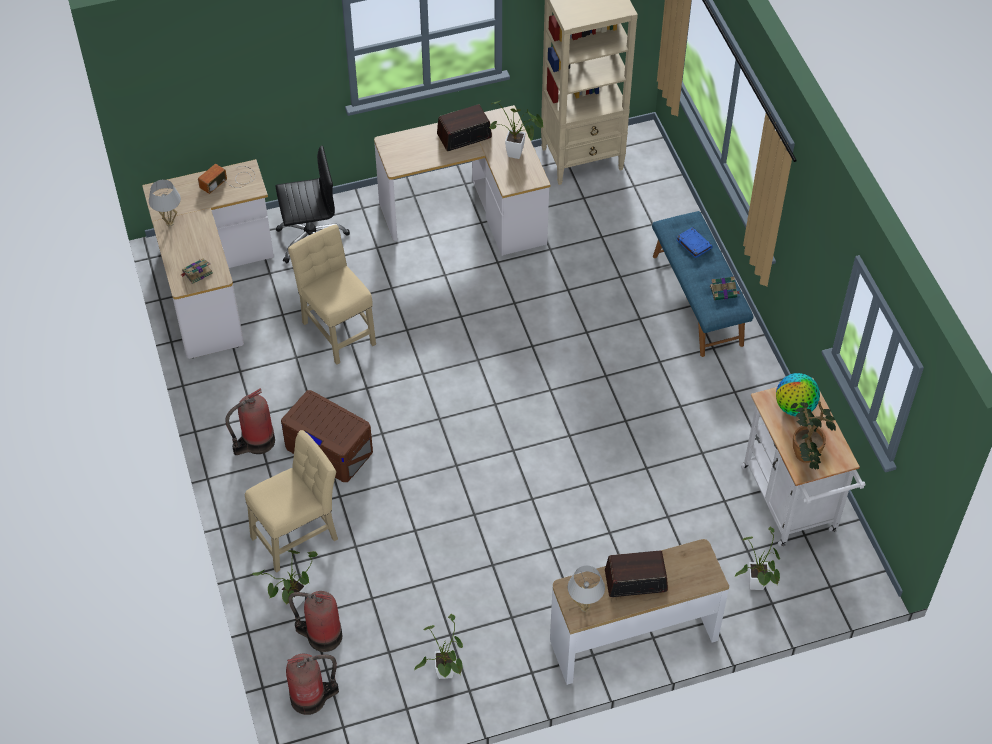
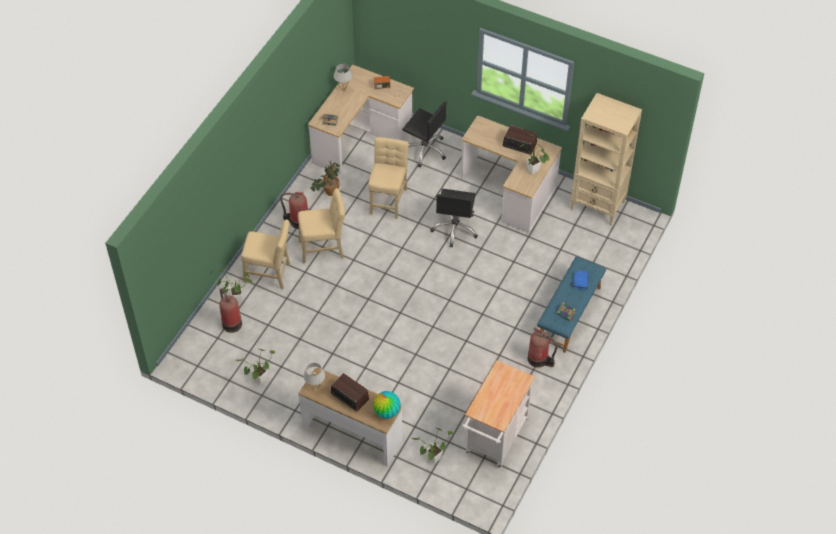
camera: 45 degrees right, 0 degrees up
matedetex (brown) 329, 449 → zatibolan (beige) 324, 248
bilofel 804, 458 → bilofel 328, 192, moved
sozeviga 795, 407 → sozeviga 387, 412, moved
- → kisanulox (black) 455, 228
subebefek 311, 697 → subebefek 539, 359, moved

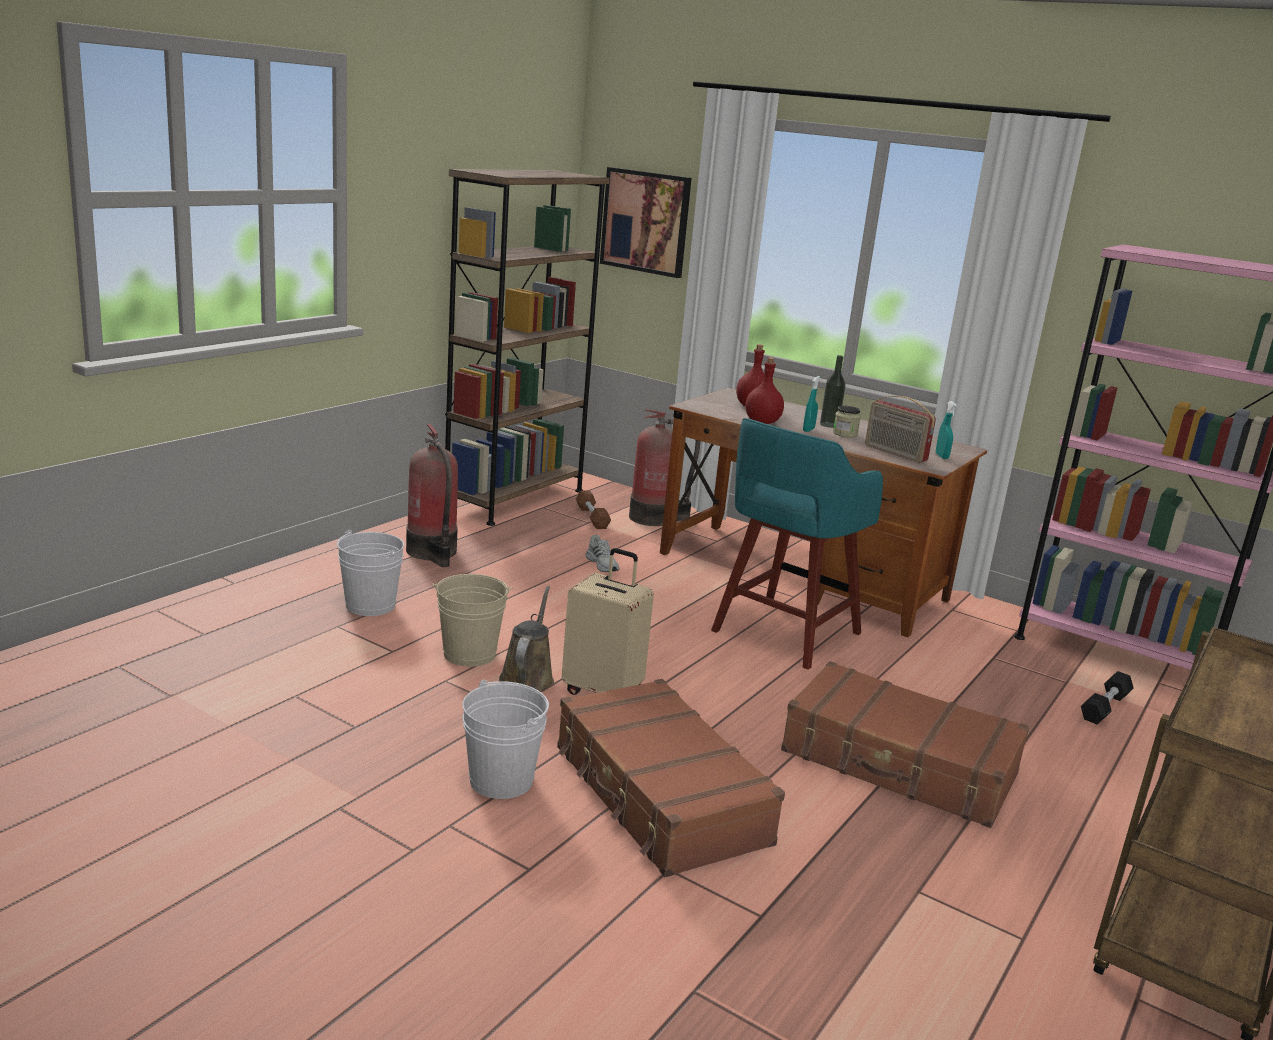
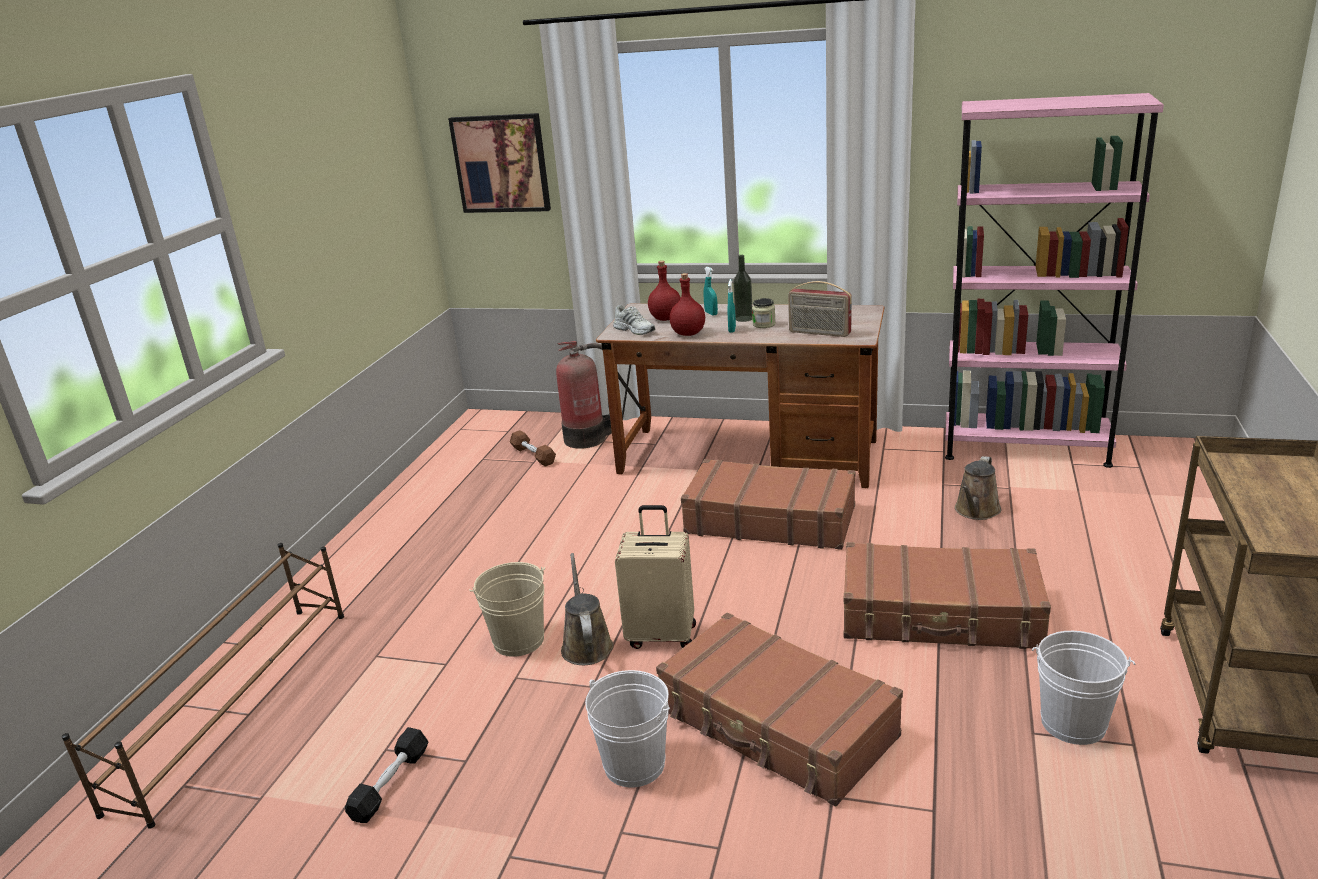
camera: 15 degrees left, 5 degrees up
- → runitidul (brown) 237, 703
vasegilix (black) 1104, 707 → vasegilix (black) 390, 784, moved
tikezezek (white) 603, 564 → tikezezek (white) 635, 329, moved
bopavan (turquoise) 783, 633 → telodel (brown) 770, 519
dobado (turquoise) 941, 456 → dobado (turquoise) 711, 313, moved
- → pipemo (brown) 976, 511
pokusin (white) 370, 605 → pokusin (white) 1073, 723, moved
subebefek 433, 552 → -
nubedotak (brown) 514, 499 → -

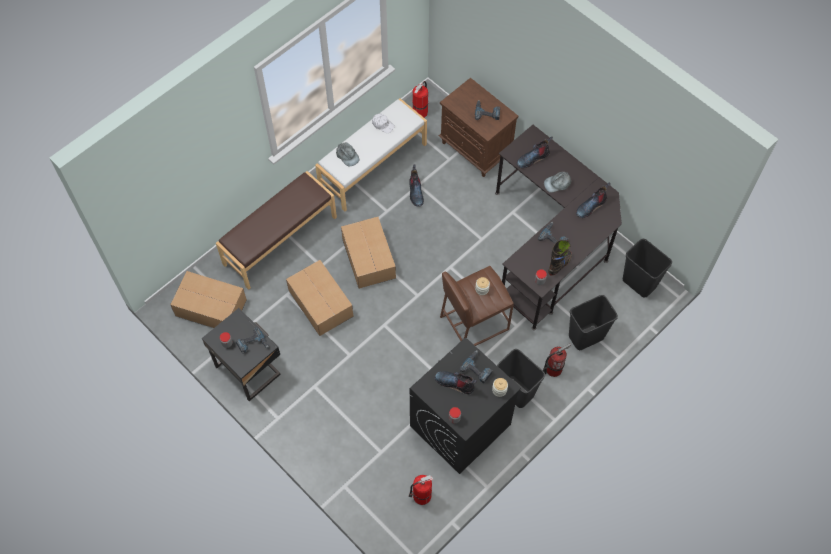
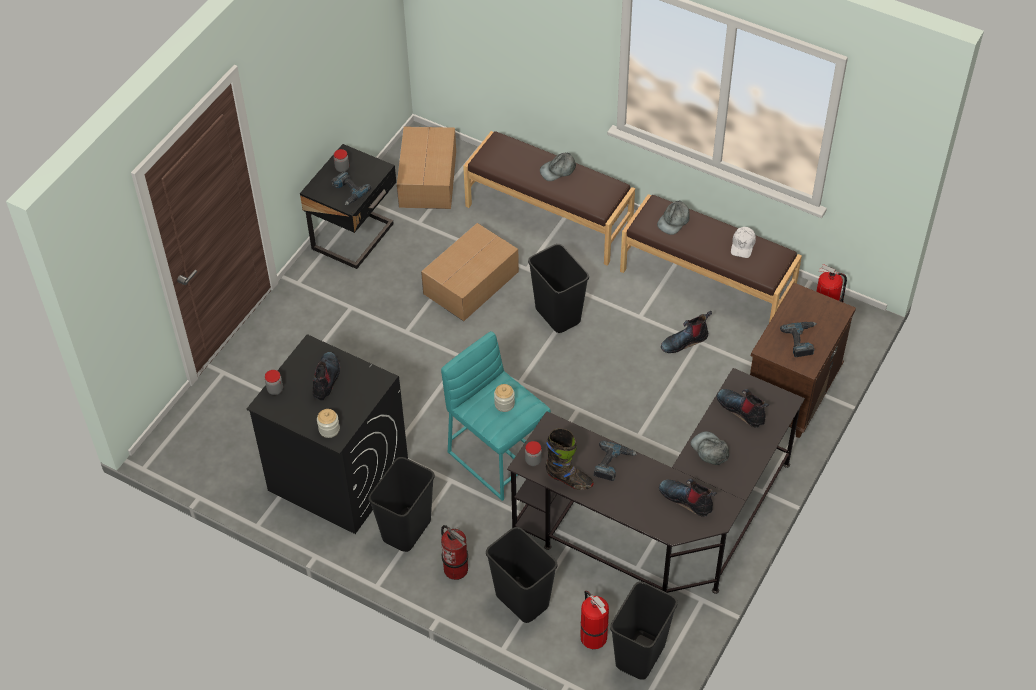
camera: 75 degrees right, 10 degrees down
bopavan (brown) 473, 322 → bopavan (turquoise) 498, 456
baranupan 369, 257 → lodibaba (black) 558, 315
- → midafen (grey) 558, 170
subebefek 421, 496 → subebefek 592, 636, moved
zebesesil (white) 372, 165 → zebesesil (brown) 707, 283
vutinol 478, 368 → -

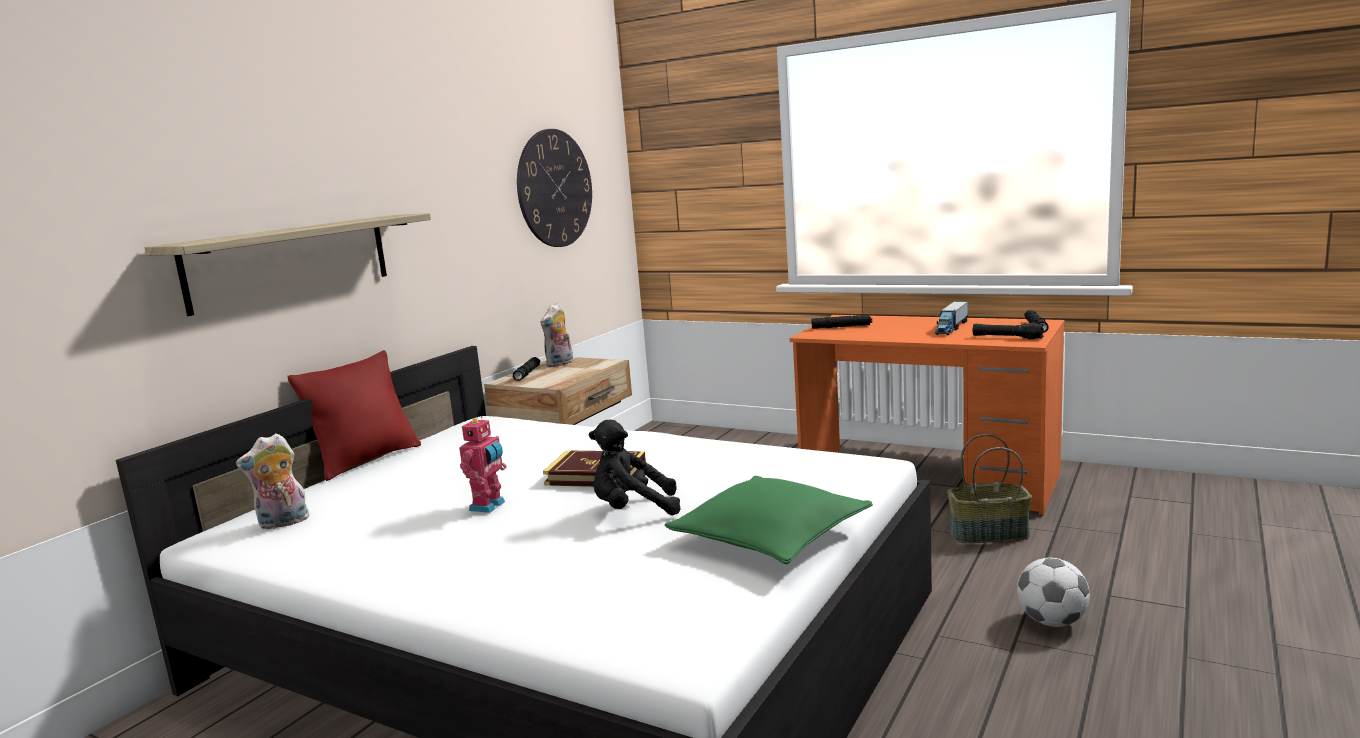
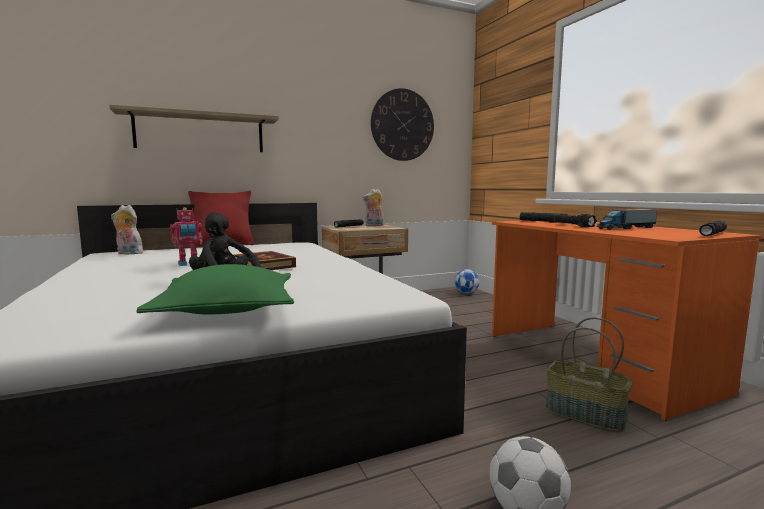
camera: 35 degrees right, 5 degrees down
- → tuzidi 466, 293
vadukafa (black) 1007, 337 → vadukafa (black) 569, 225, moved

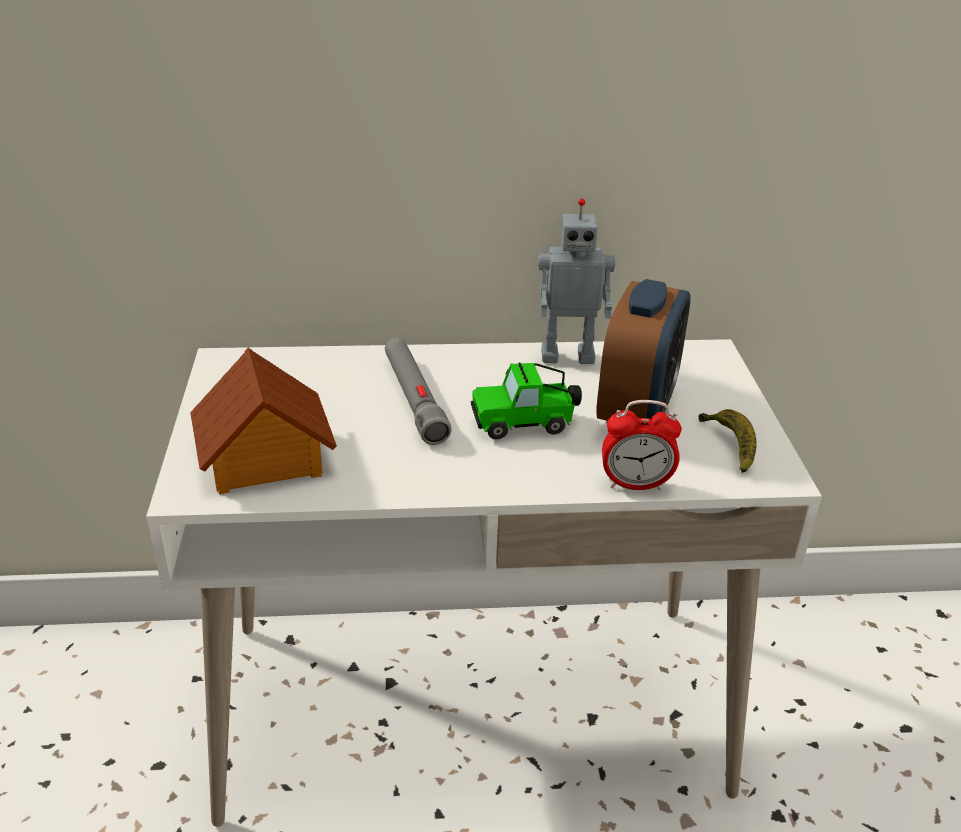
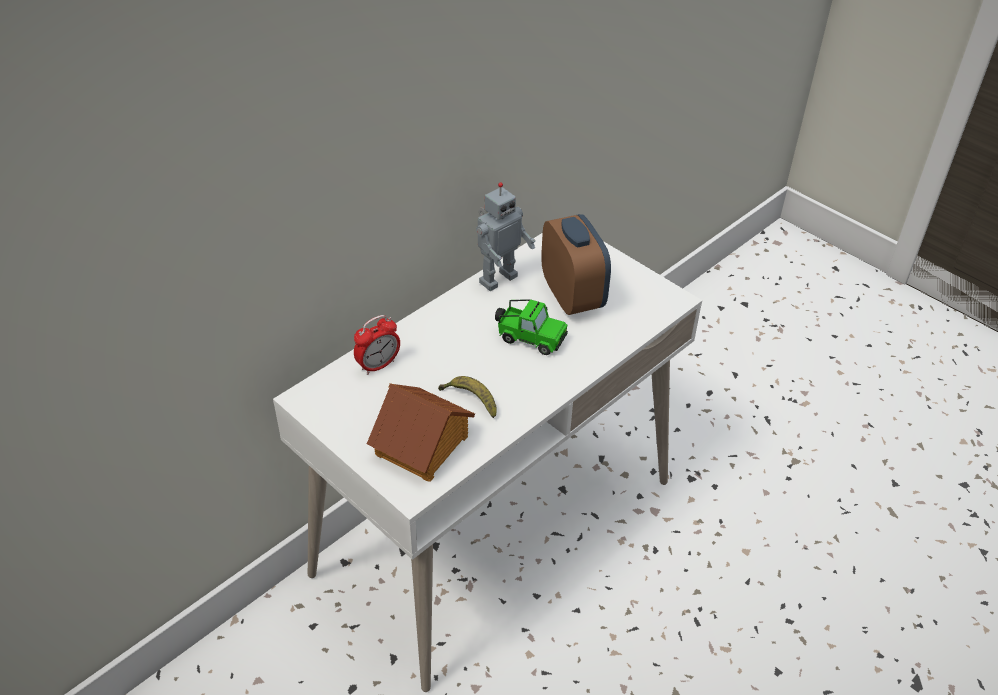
camera: 40 degrees left, 10 degrees up
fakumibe 635, 484 → fakumibe 378, 365, moved
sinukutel 729, 446 → sinukutel 470, 400, moved
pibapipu 526, 423 → pibapipu 529, 338, 105 degrees counterclockwise
vadukafa (grey) 414, 398 → -

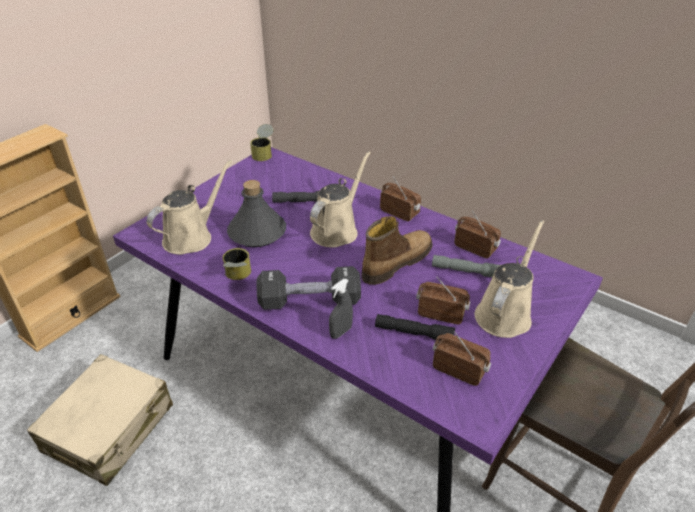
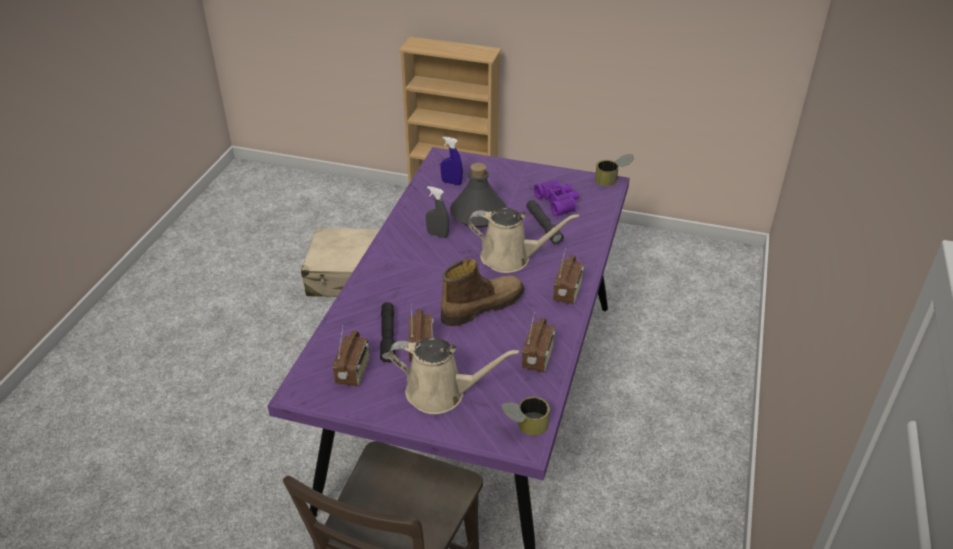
camera: 70 degrees right, 0 degrees up
dobado (grey) 341, 332 → dobado (grey) 437, 235, moved
pipemo (beige) 191, 237 → dobado (blue) 451, 183
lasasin 396, 262 → lasasin 481, 306, 60 degrees counterclockwise
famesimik 238, 277 → famesimik 524, 427, moved
- → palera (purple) 558, 202
vasegilix (black) 309, 301 → -
vadukafa (grey) 466, 271 → -

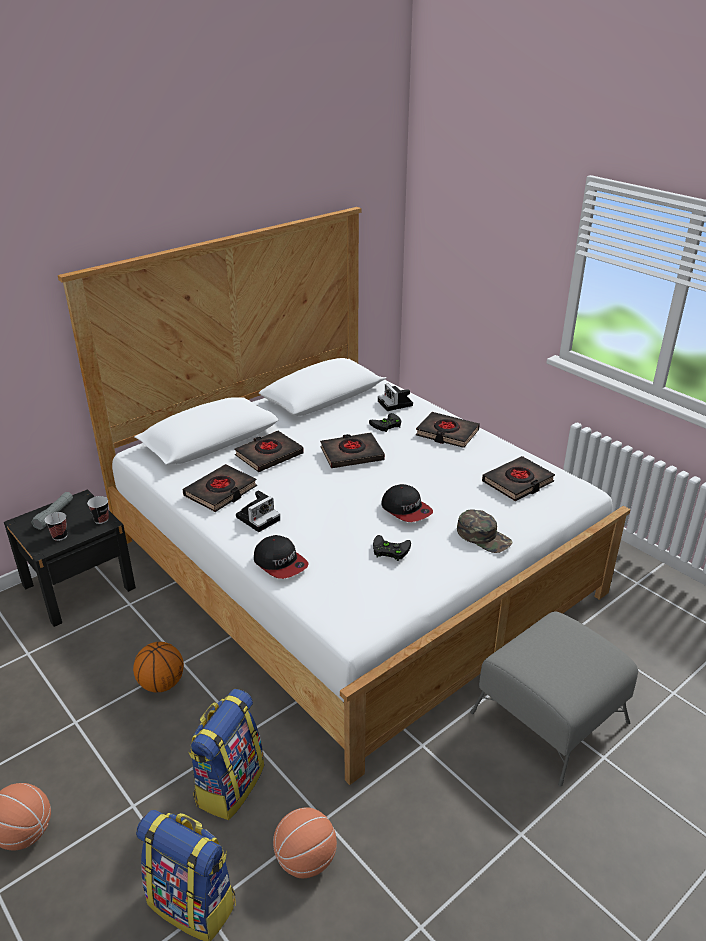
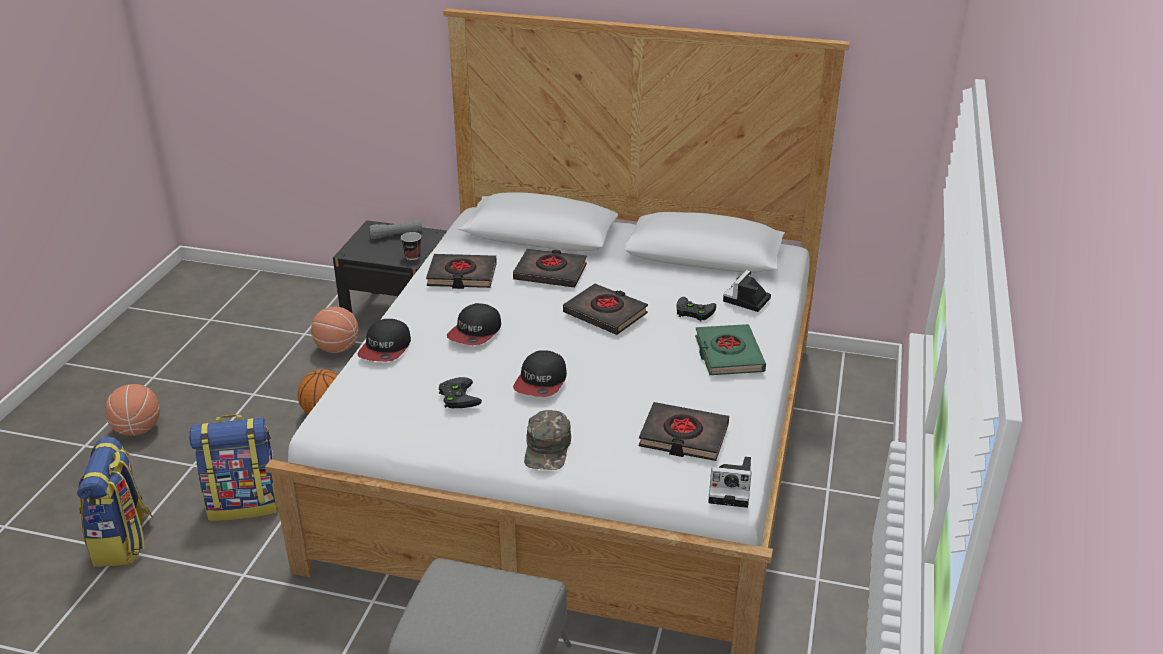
camera: 55 degrees right, 0 degrees up
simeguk 305, 860 → simeguk 337, 348, moved
- → midafen 475, 332
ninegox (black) 447, 433 → ninegox (green) 728, 355
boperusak 259, 517 → boperusak 731, 489, moved
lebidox 60, 536 → -

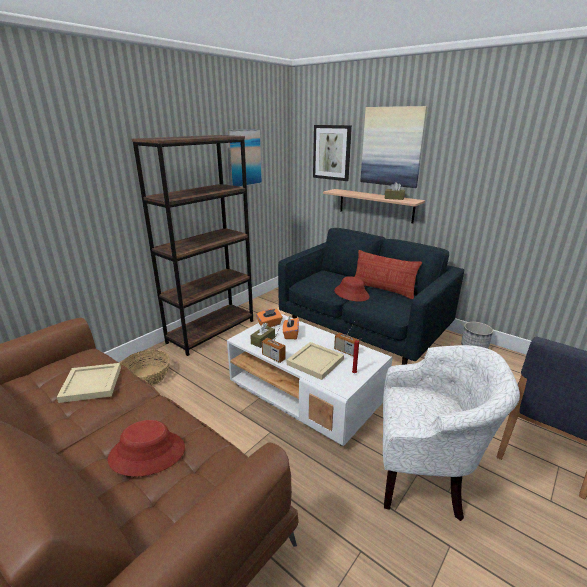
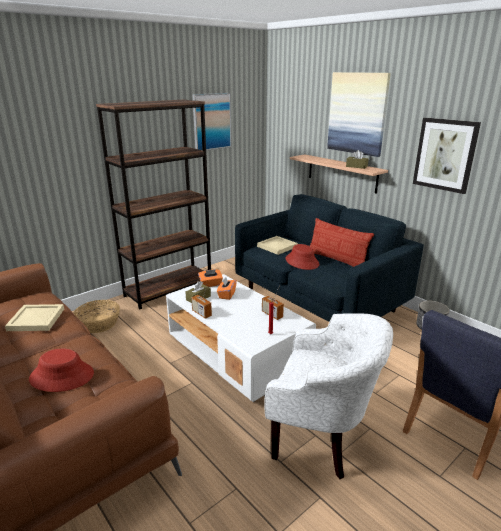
camera: 10 degrees right, 0 degrees up
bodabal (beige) 314, 362 → bodabal (beige) 276, 246, moved
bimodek 332, 152 → bimodek 445, 155, moved

